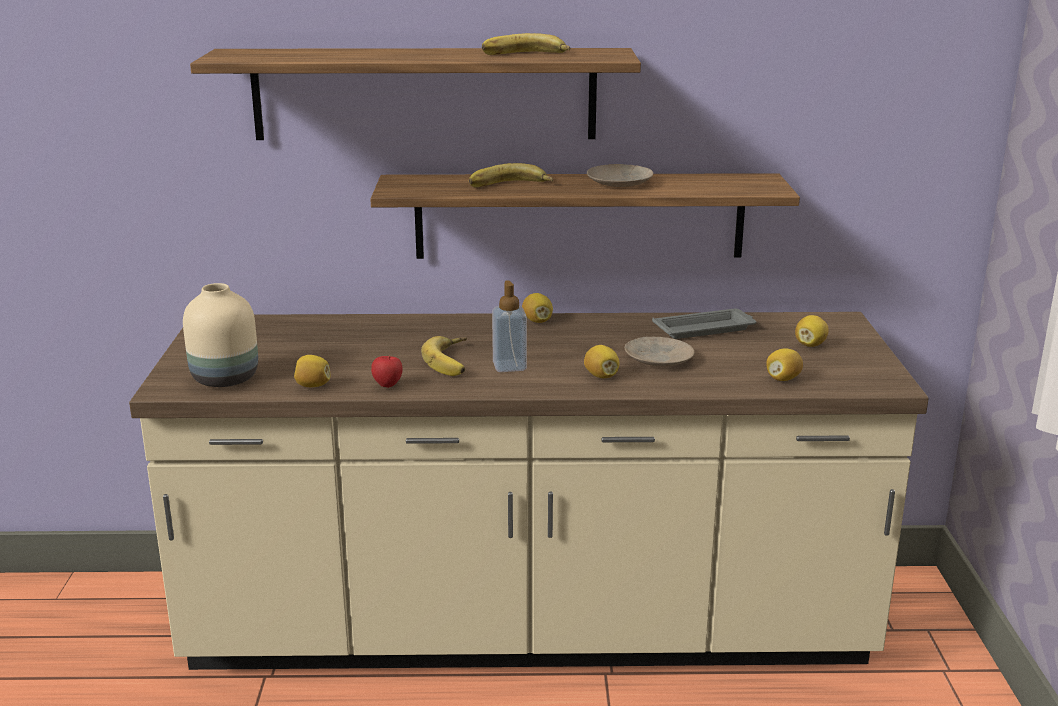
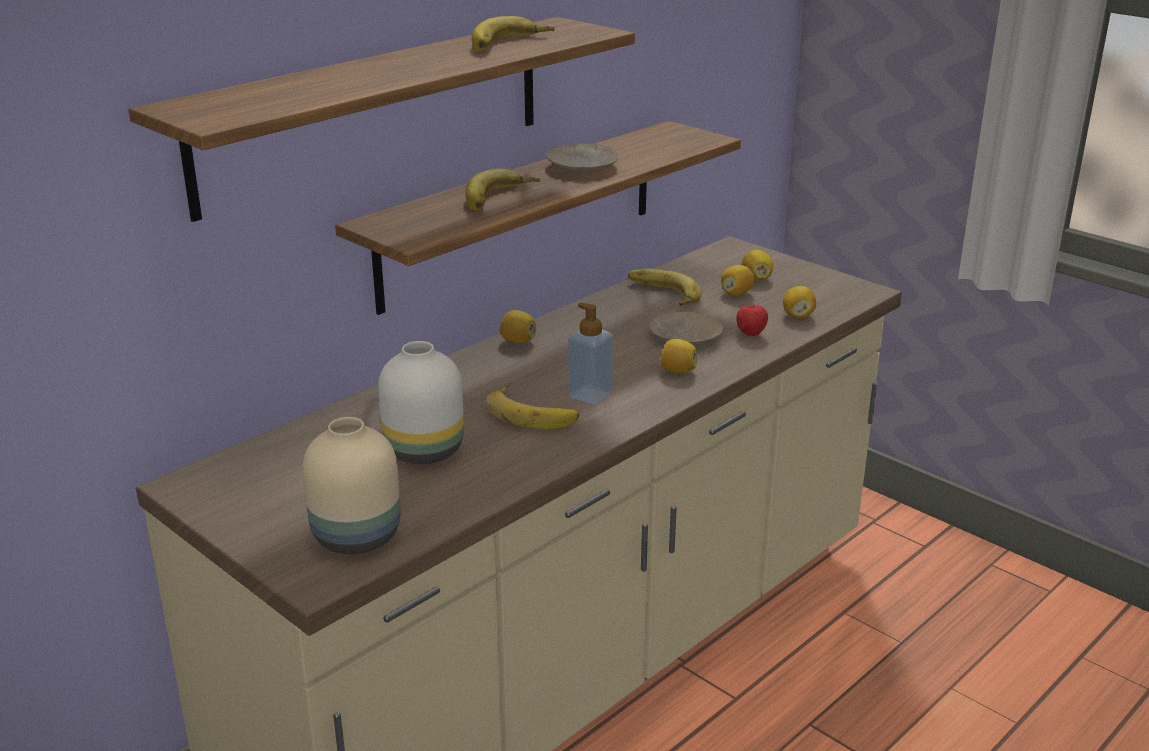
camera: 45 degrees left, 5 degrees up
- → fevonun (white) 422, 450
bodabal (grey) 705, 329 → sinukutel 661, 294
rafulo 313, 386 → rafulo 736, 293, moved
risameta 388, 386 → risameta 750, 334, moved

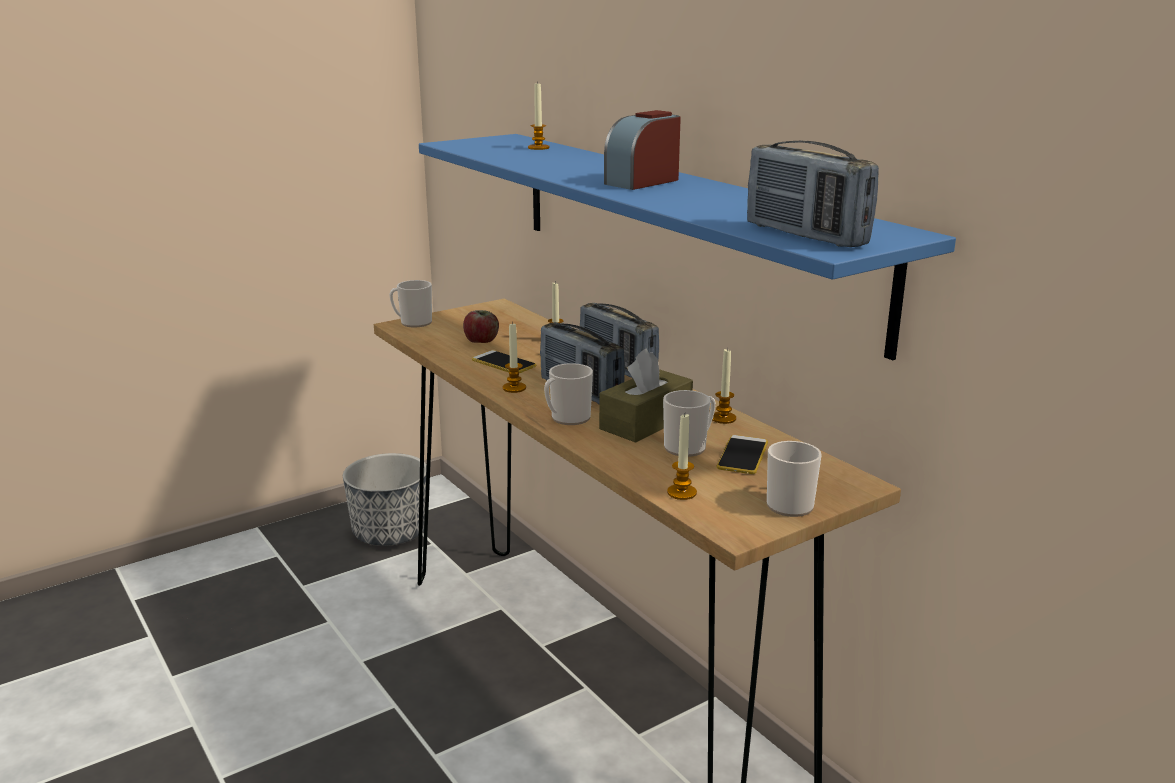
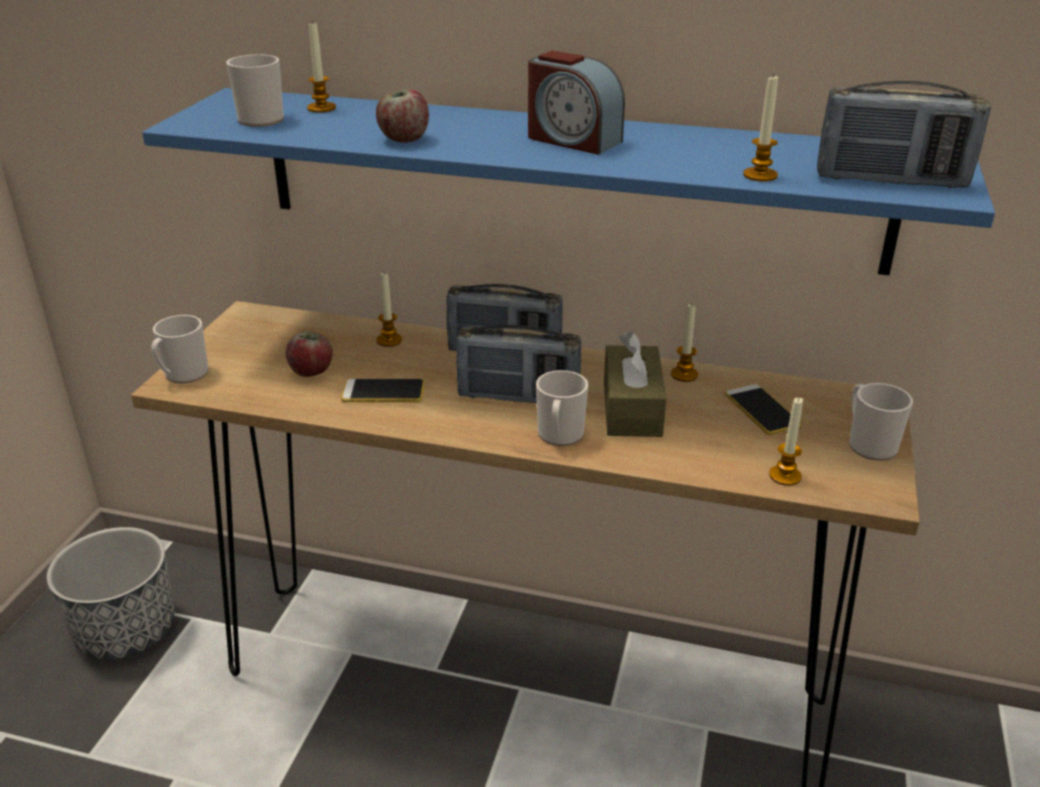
camera: 40 degrees left, 10 degrees up
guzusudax 689, 446 → guzusudax 264, 118, moved
- → risameta 403, 139
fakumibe 642, 182 → fakumibe 572, 140, 60 degrees counterclockwise
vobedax 514, 388 → vobedax 760, 175, moved

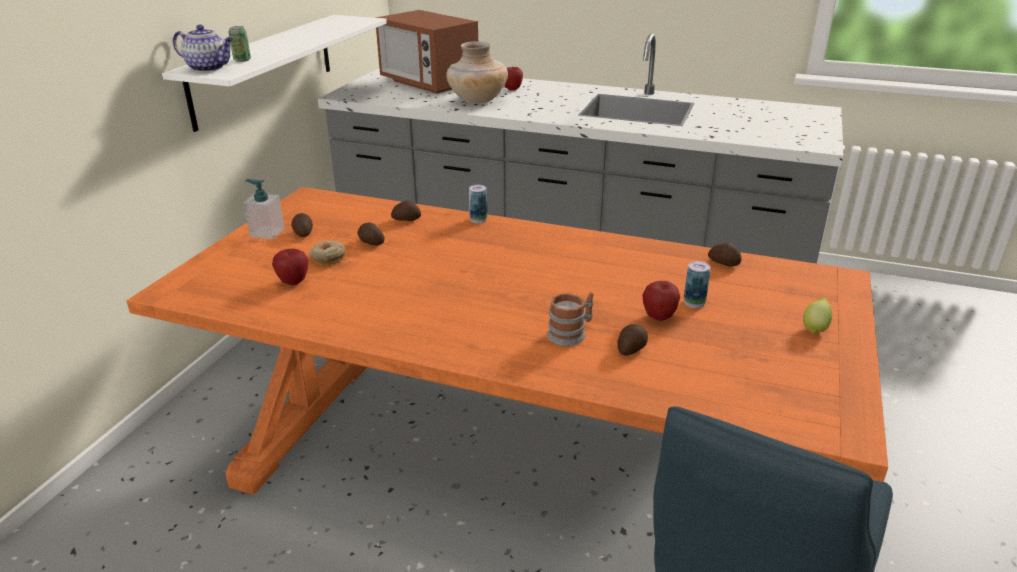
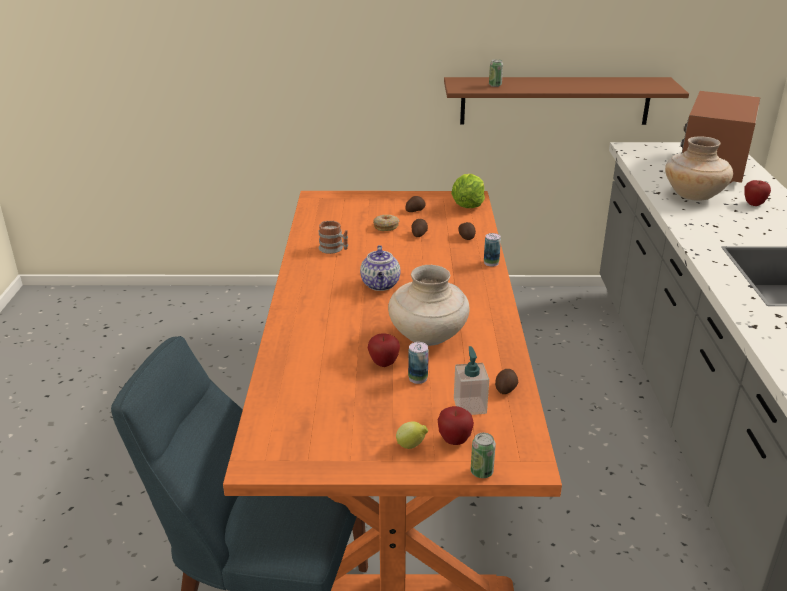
camera: 70 degrees right, 0 degrees up
guzusudax 571, 333 → guzusudax 334, 249, moved
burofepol 209, 68 → burofepol 381, 285, moved
- → fevonun (beige) 428, 337
risameta 293, 282 → risameta 454, 440, moved
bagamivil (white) 264, 69 → bagamivil (brown) 555, 100
- → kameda 468, 205
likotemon 267, 233 → likotemon 469, 406, moved
- → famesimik 481, 472
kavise 630, 349 → -

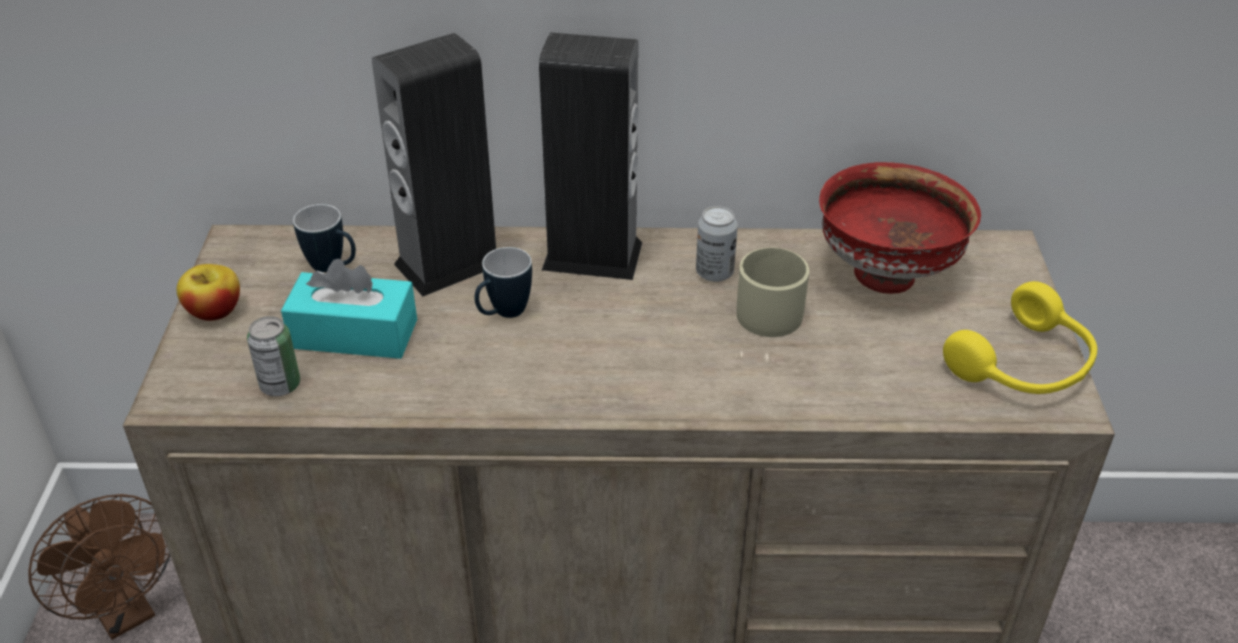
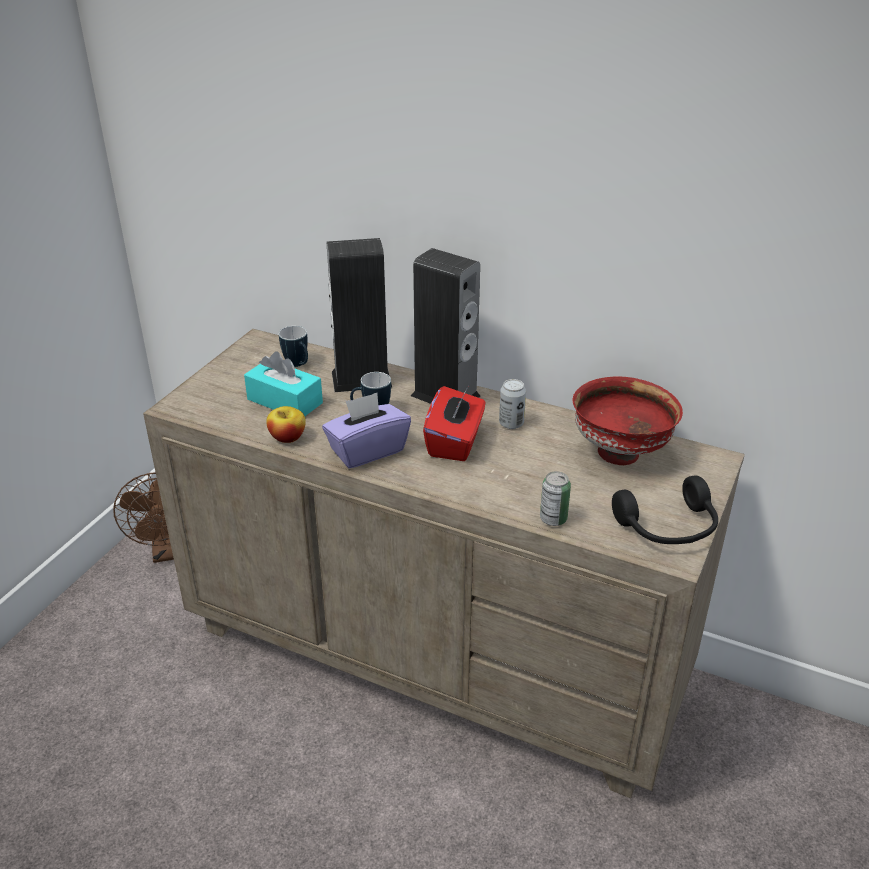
camera: 25 degrees right, 5 degrees down
risameta 214, 311 → risameta 287, 437, moved
- → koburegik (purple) 367, 450
- → koburegik (red) 455, 442
famesimik 280, 385 → famesimik 553, 519, moved
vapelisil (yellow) 1025, 366 → vapelisil (black) 668, 528
guzusudax (beige) 770, 309 → -

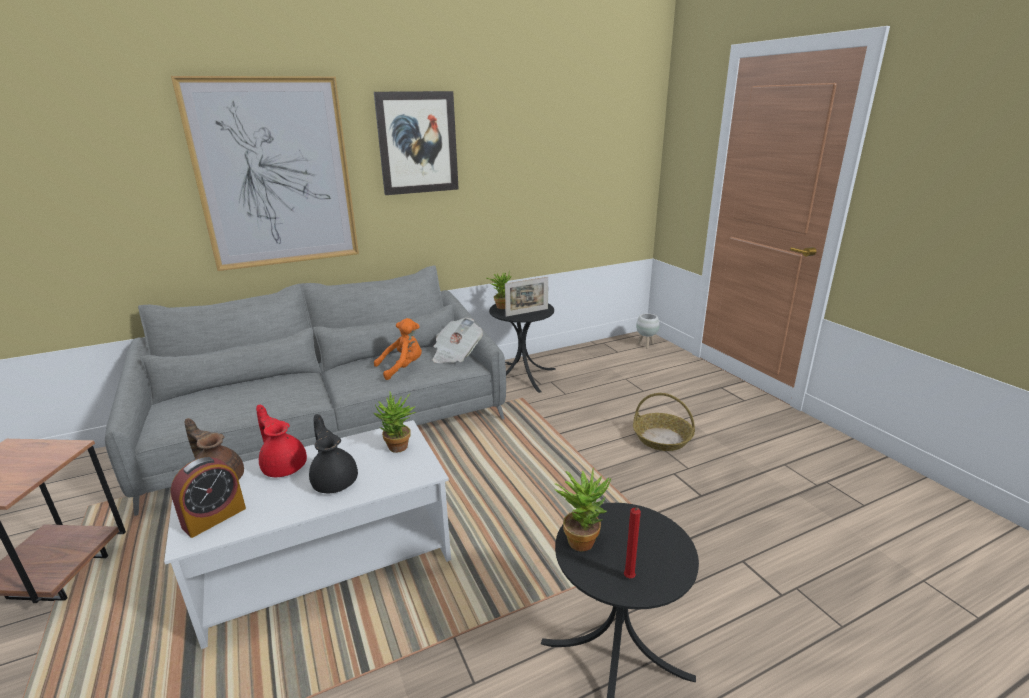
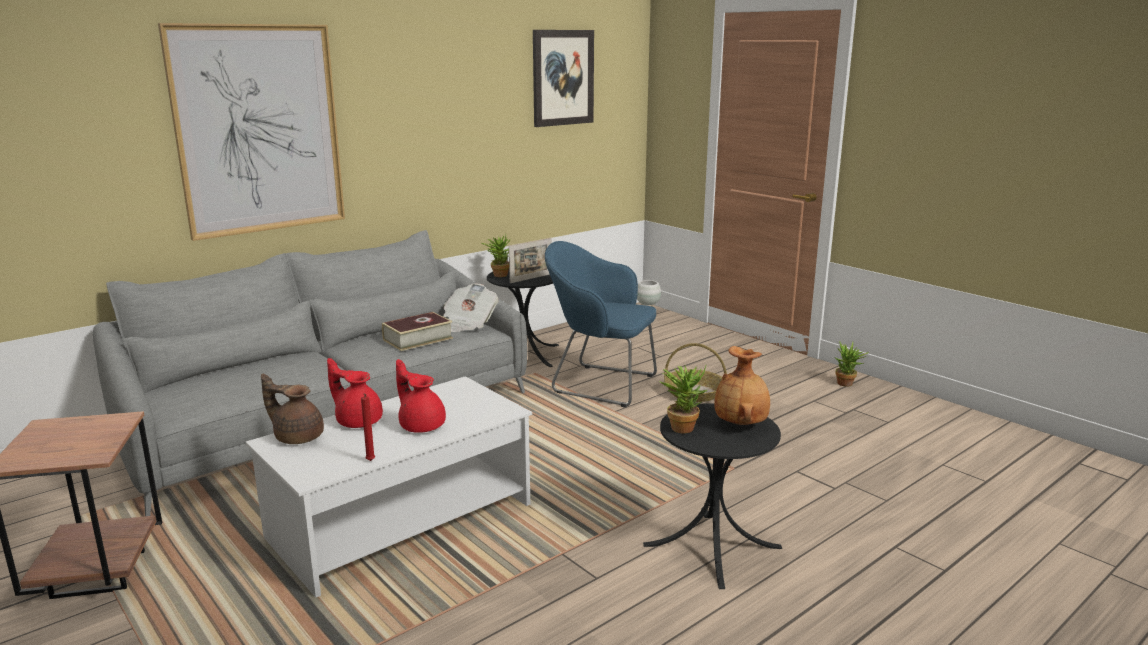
camera: 15 degrees left, 5 degrees down
vobedax (red) 629, 579 → vobedax (red) 370, 461, moved
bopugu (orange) 402, 368 → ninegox 417, 339
burofepol (black) 335, 481 → burofepol (red) 421, 425
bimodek 417, 143 → bimodek 563, 78, moved
- → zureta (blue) 599, 384
- → fevonun (brown) 741, 424
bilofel 398, 449 → bilofel 847, 385, moved
fakumibe 214, 517 → -

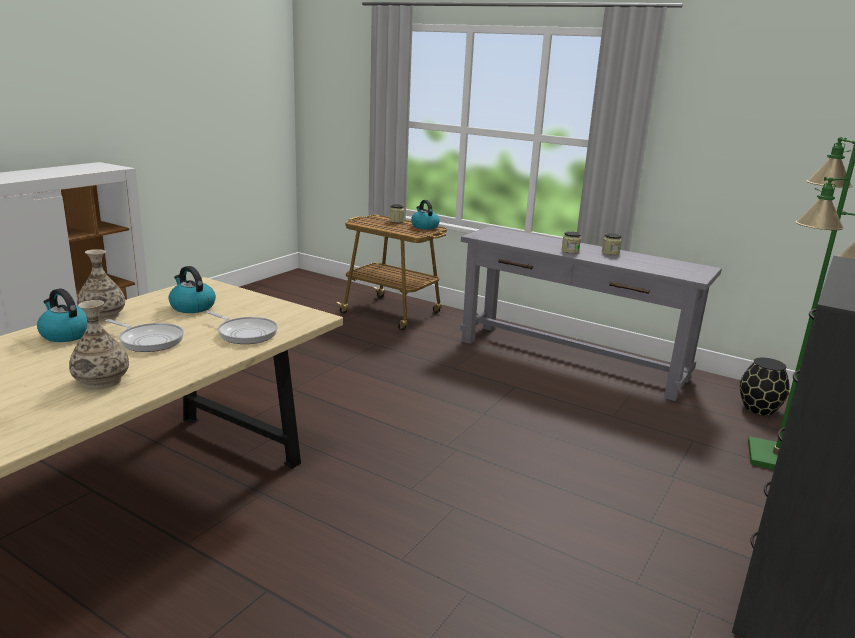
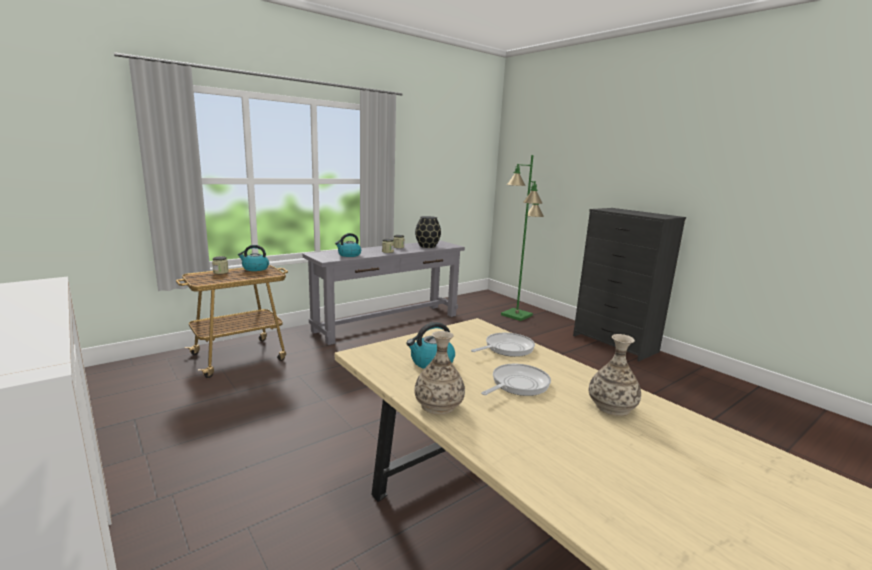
camera: 70 degrees left, 5 degrees down
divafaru 66, 334 → divafaru 349, 255, moved
fevonun (black) 758, 409 → fevonun (black) 427, 246, moved

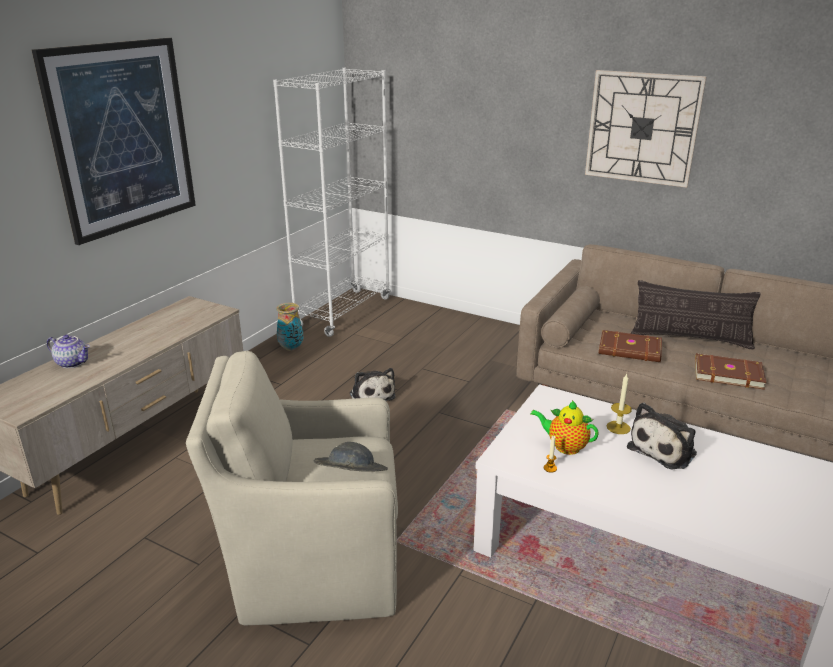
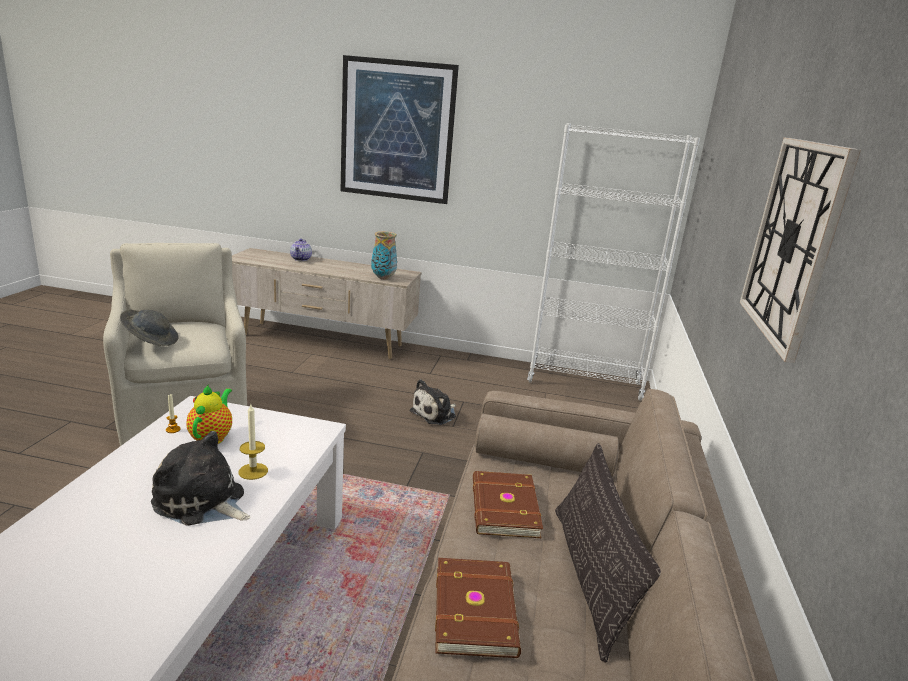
camera: 70 degrees right, 5 degrees down
fevonun 291, 348 → fevonun 383, 277, moved

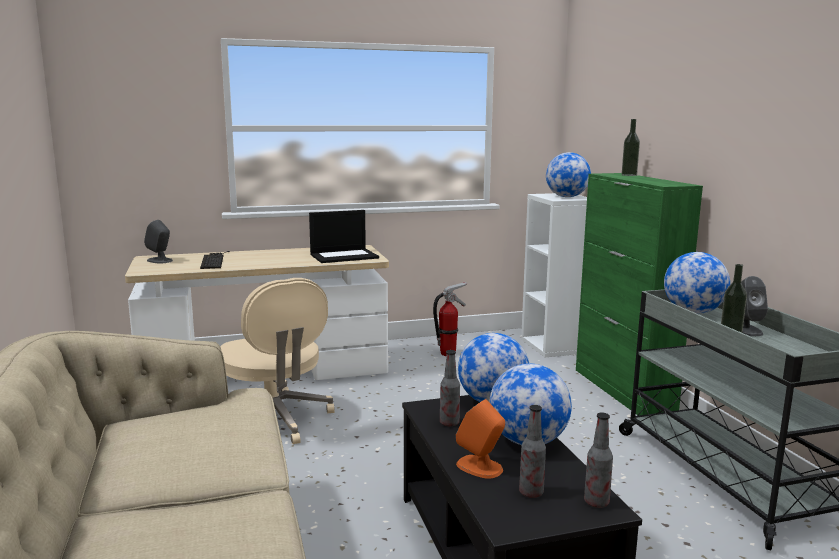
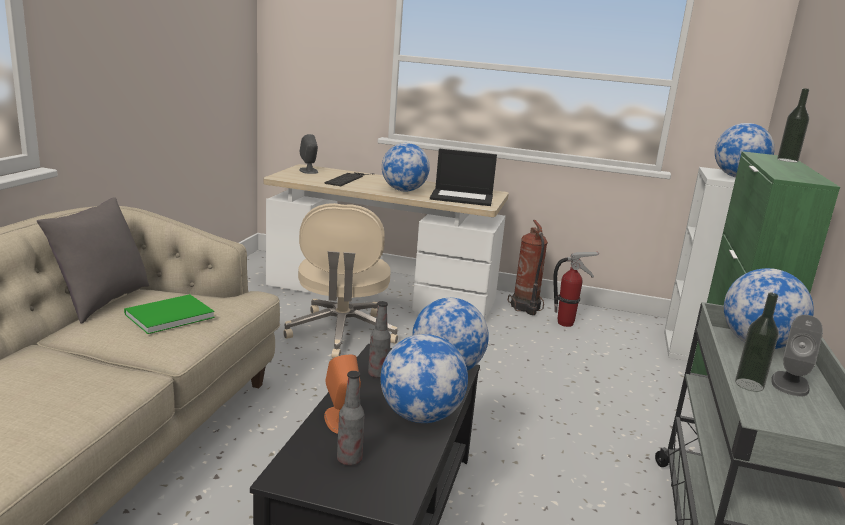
camera: 30 degrees right, 5 degrees up
- → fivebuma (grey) 102, 302
- → ninegox (green) 166, 316
- → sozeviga 403, 190
- → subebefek 525, 307
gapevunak 596, 502 → -

